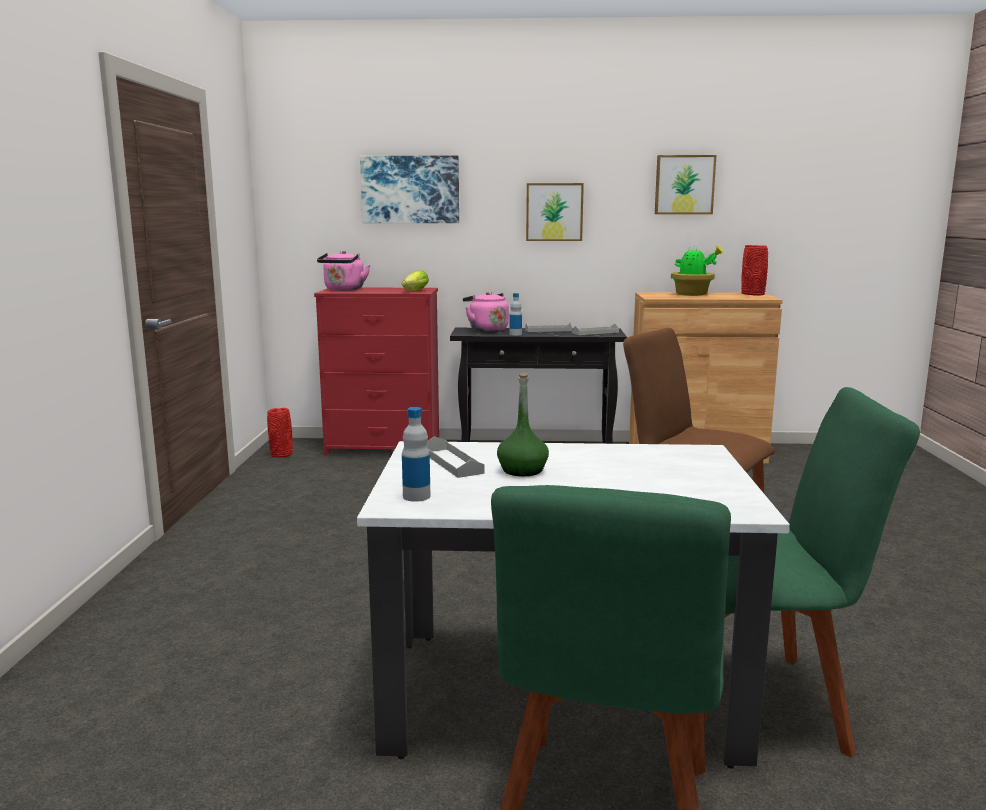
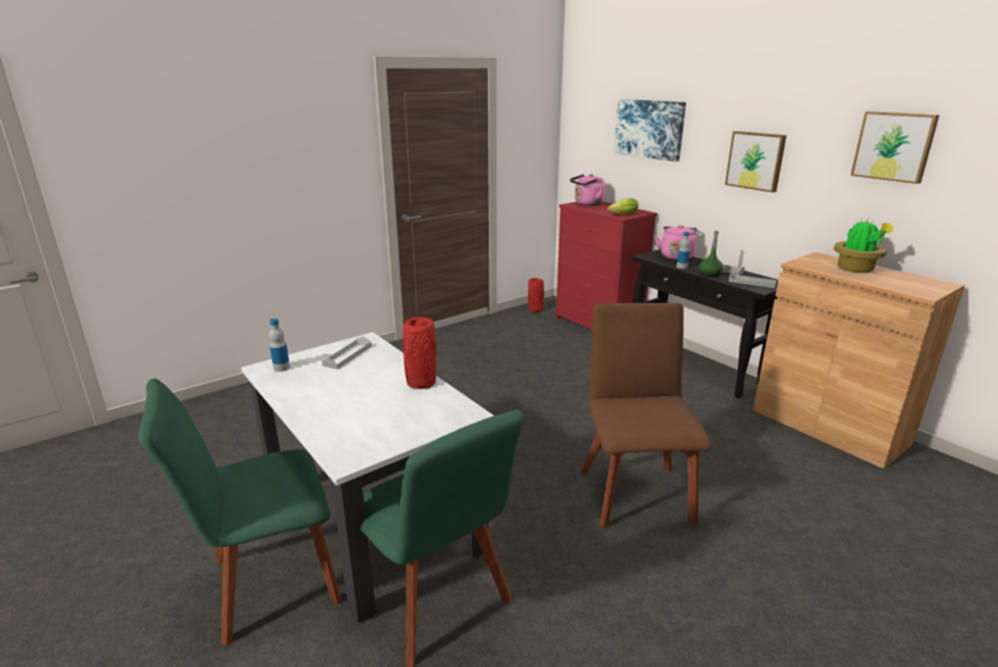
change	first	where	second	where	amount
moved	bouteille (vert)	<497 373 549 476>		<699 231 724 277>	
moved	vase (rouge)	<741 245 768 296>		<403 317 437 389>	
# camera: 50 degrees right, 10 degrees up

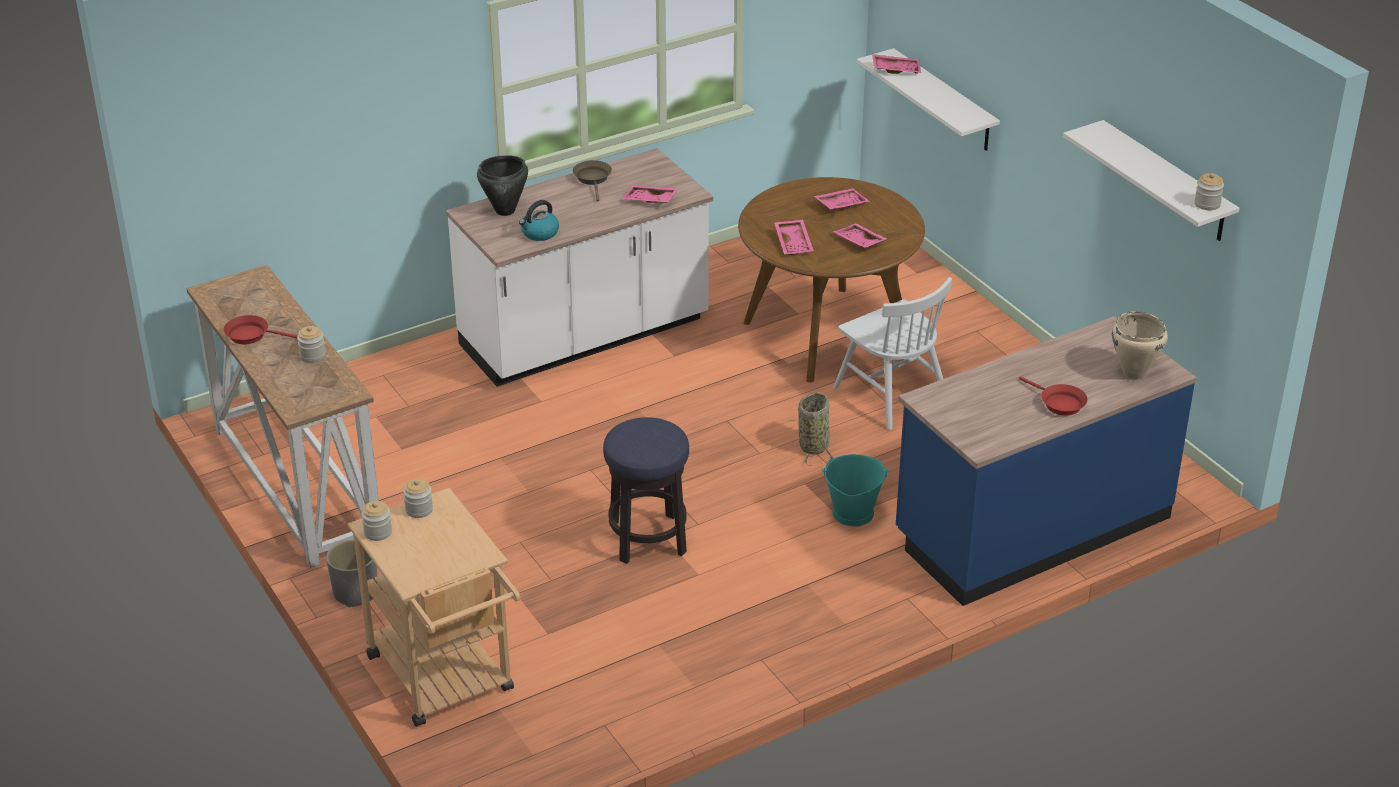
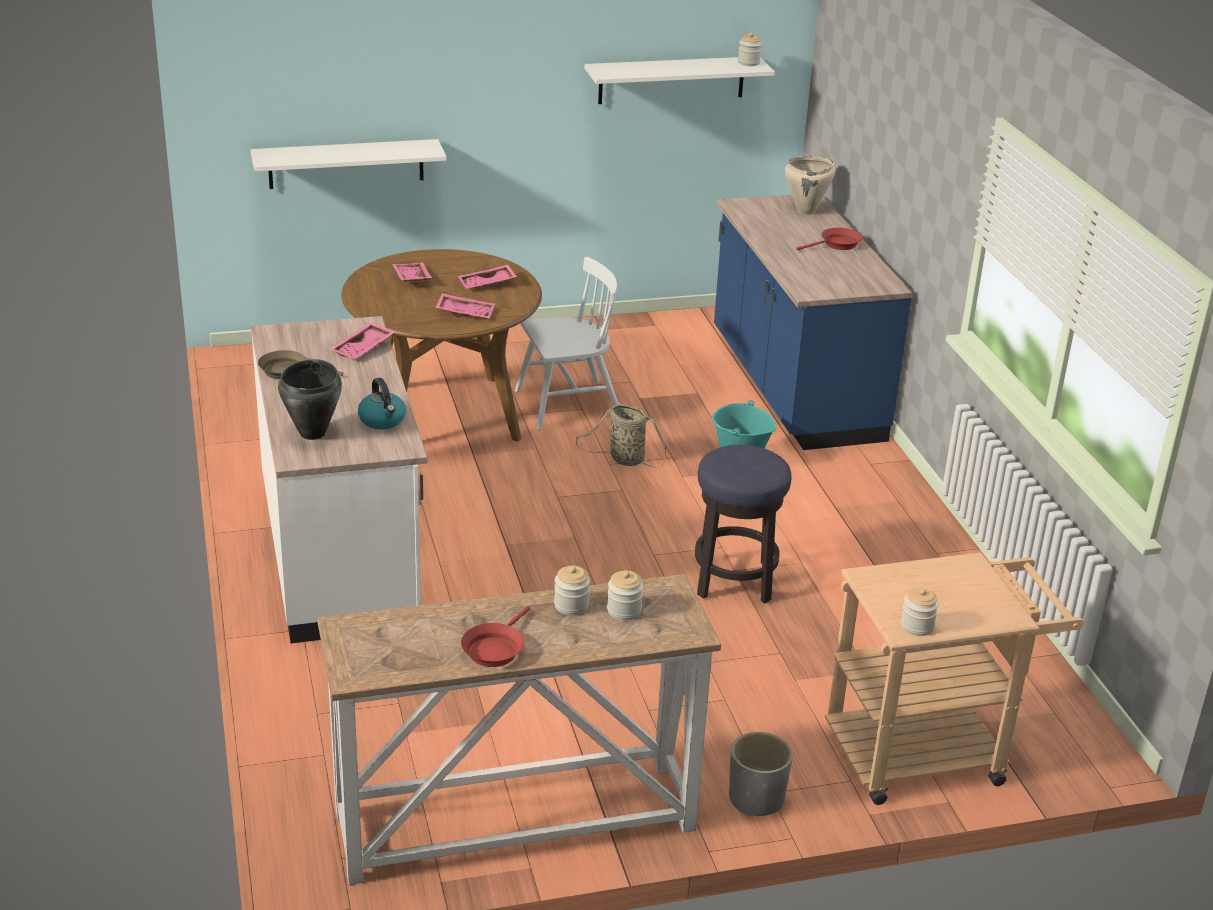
change	first	where	second	where	amount
removed	plateau (rose)	<872 54 921 74>			
moved	bocal	<403 479 433 518>		<607 570 643 620>	
# camera: 75 degrees left, 5 degrees down

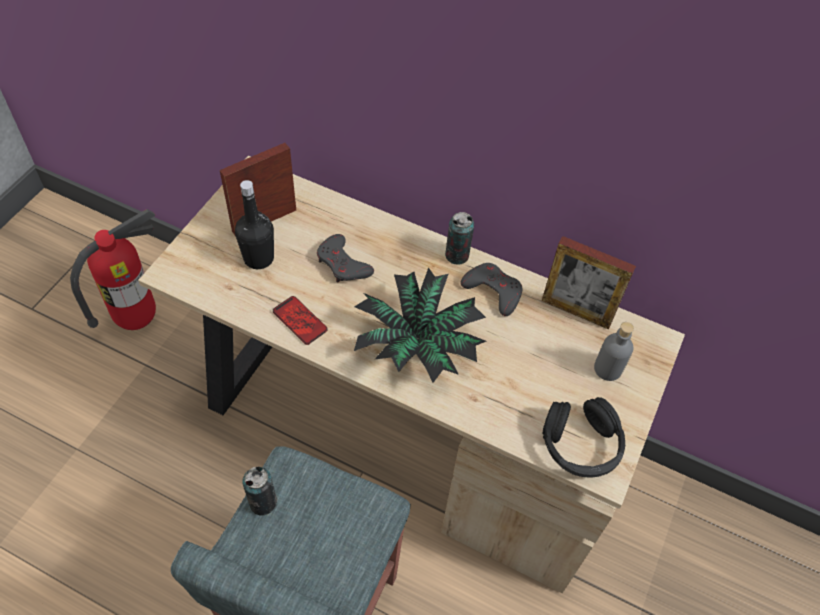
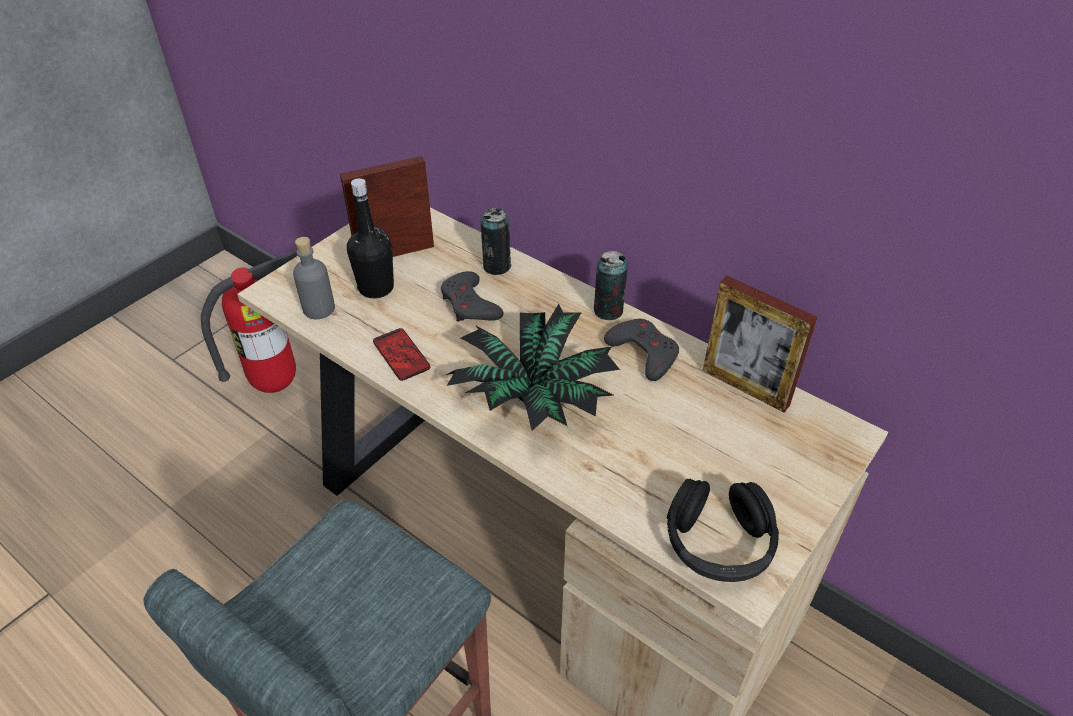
change	first	where	second	where	amount
moved	boîte métallique	<242 467 277 516>		<481 208 511 275>	
moved	bouteille (gris)	<594 322 634 381>		<293 237 335 319>	
# camera: 15 degrees right, 10 degrees down

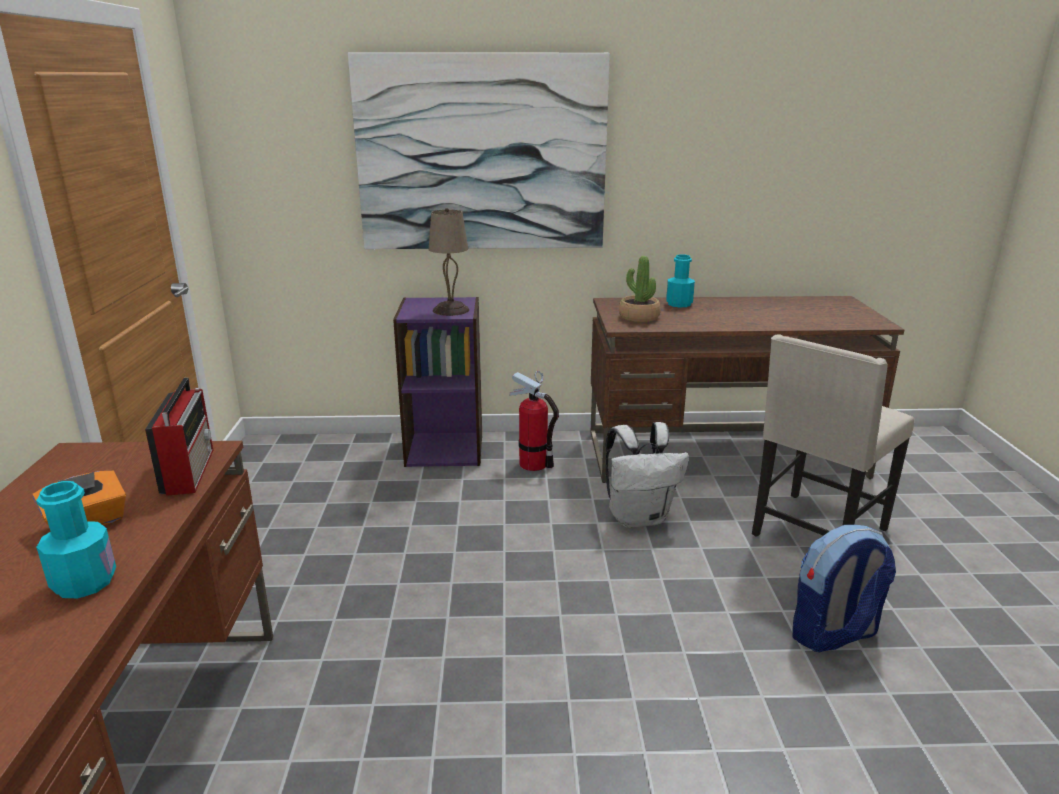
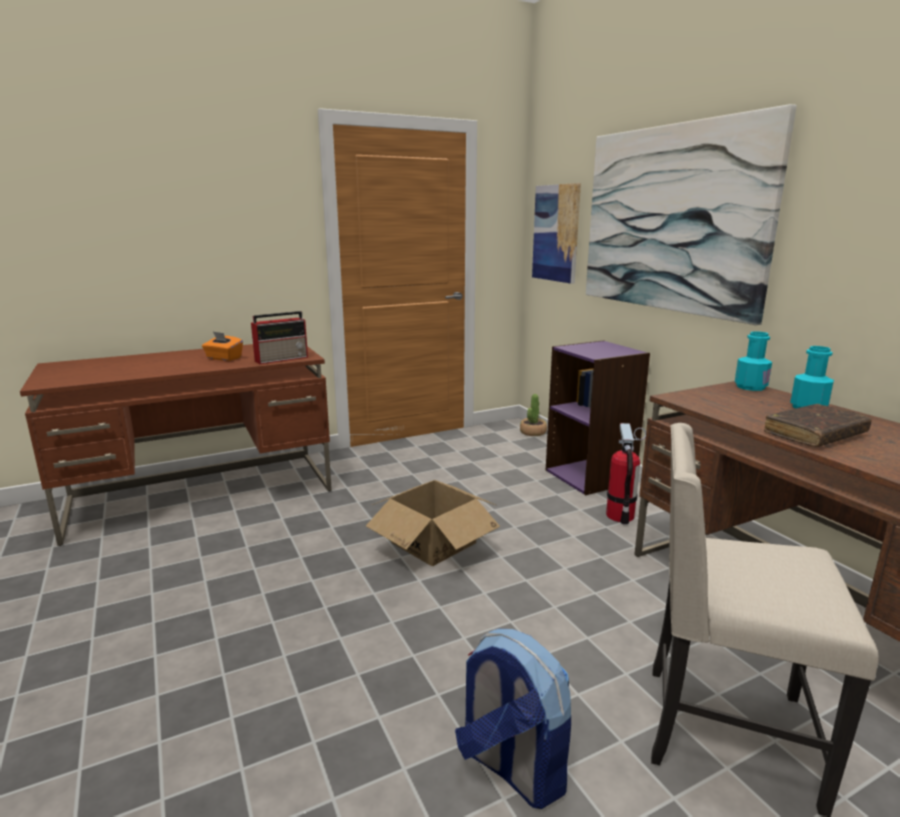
change	first	where	second	where	amount
removed	lampe de table (beige)	<429 208 469 316>			
removed	sac à dos (blanc)	<606 422 689 528>			
added			carton	<366 480 500 566>	
added			tableau	<532 183 581 284>	
added			livre (marron)	<764 404 872 447>	
moved	bouteille (turquoise)	<36 481 116 598>		<735 331 772 391>	
moved	plante en pot	<619 256 661 322>		<520 394 547 436>	
# camera: 65 degrees right, 5 degrees down

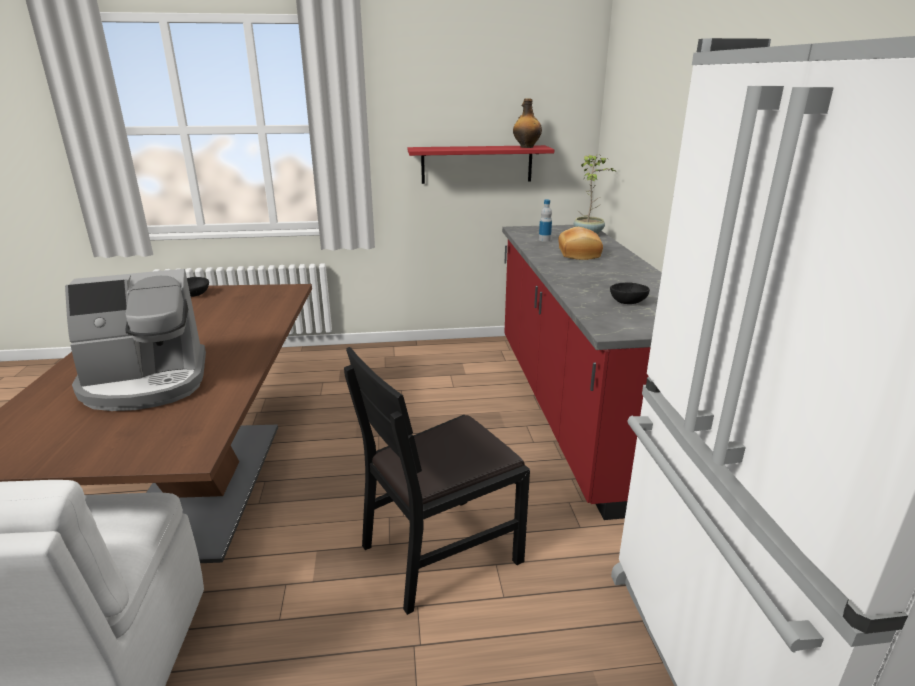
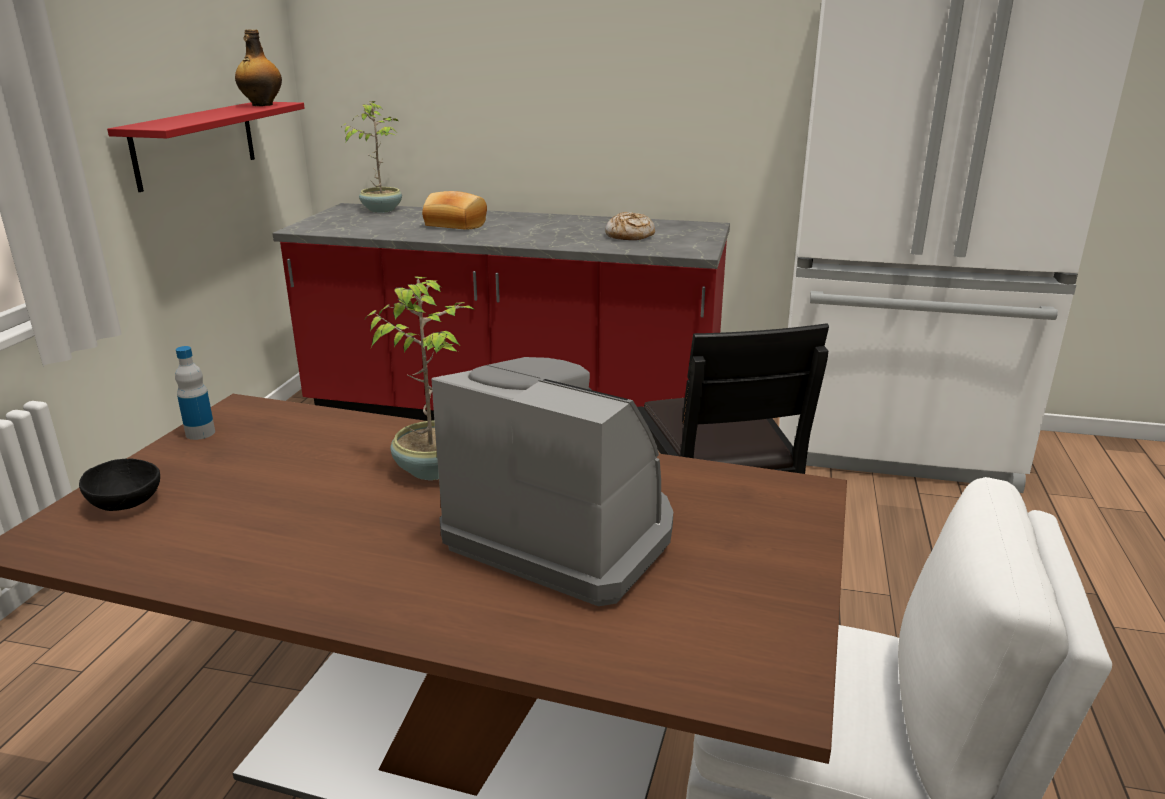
change	first	where	second	where	amount
added			plante en pot	<365 276 475 480>	
moved	bouteille	<539 199 552 242>		<175 346 215 440>	
replaced	bol (noir)	<610 282 650 304>	pain	<605 212 655 240>	
turned	machine à café	<65 269 206 411>		<432 357 673 606>	60 degrees counterclockwise
# camera: 70 degrees left, 0 degrees up

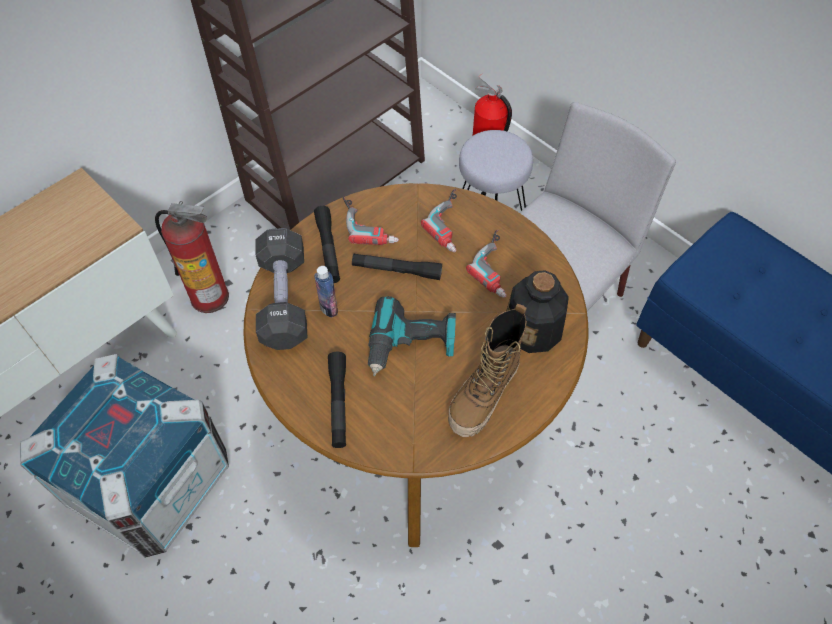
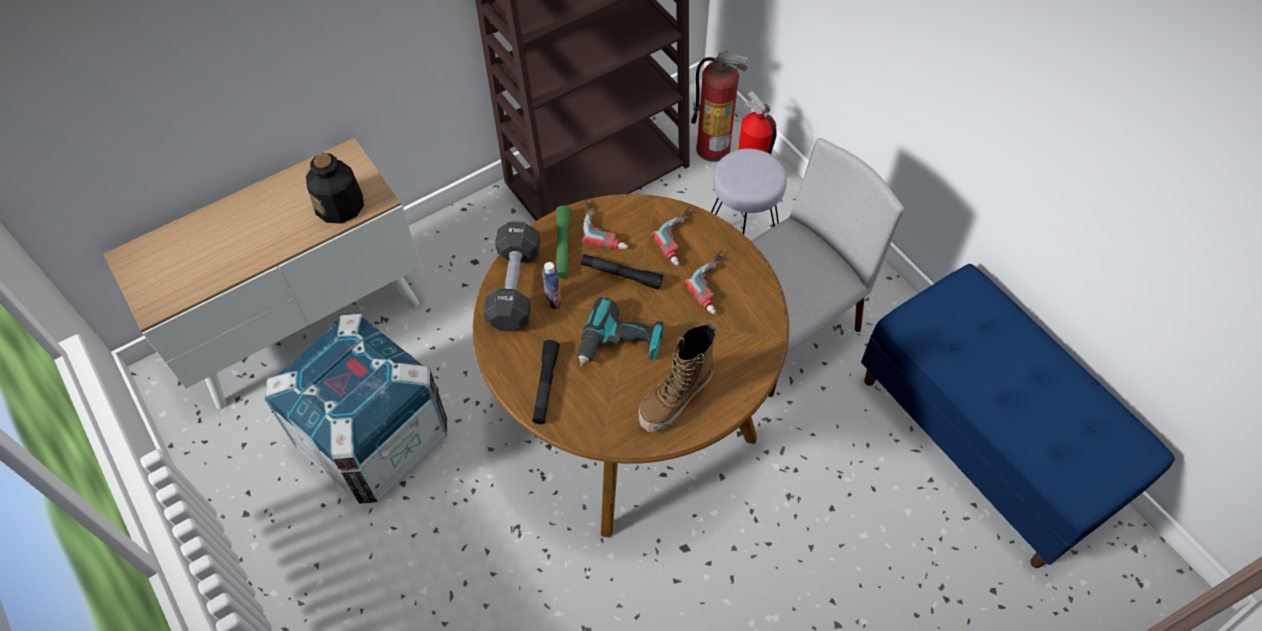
change	first	where	second	where	amount
moved	extincteur	<155 201 229 313>		<691 51 749 162>	
moved	bouteille	<507 270 569 353>		<306 153 364 224>	
recoloured	lampe de poche (noir)	<314 206 340 283>	lampe de poche (vert)	<556 206 571 279>	
# camera: 10 degrees right, 0 degrees up

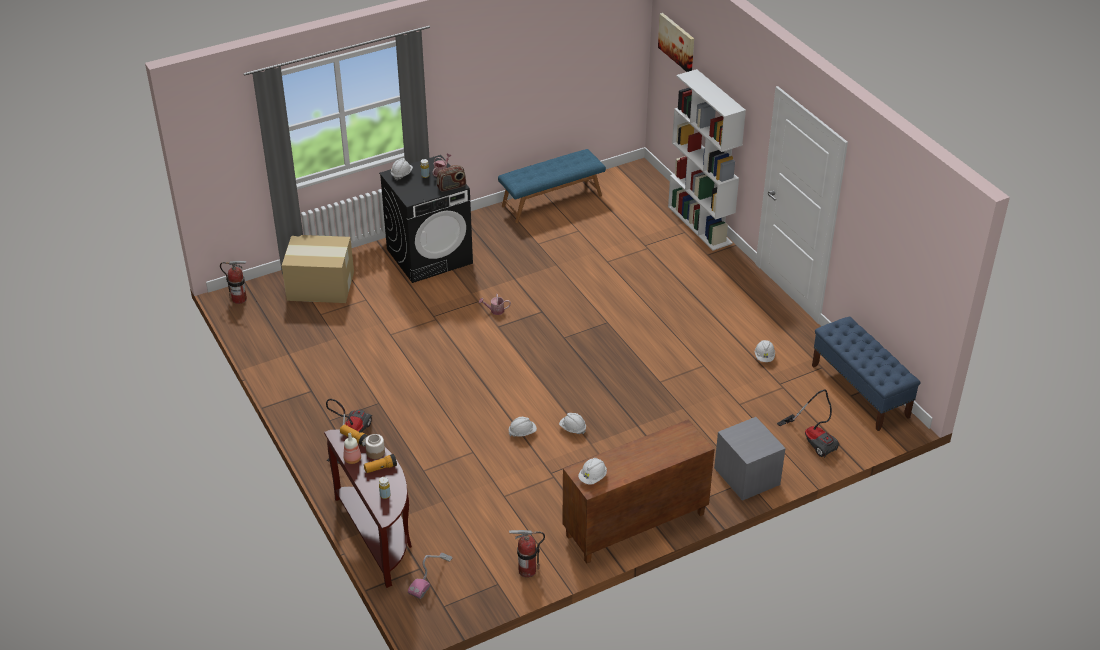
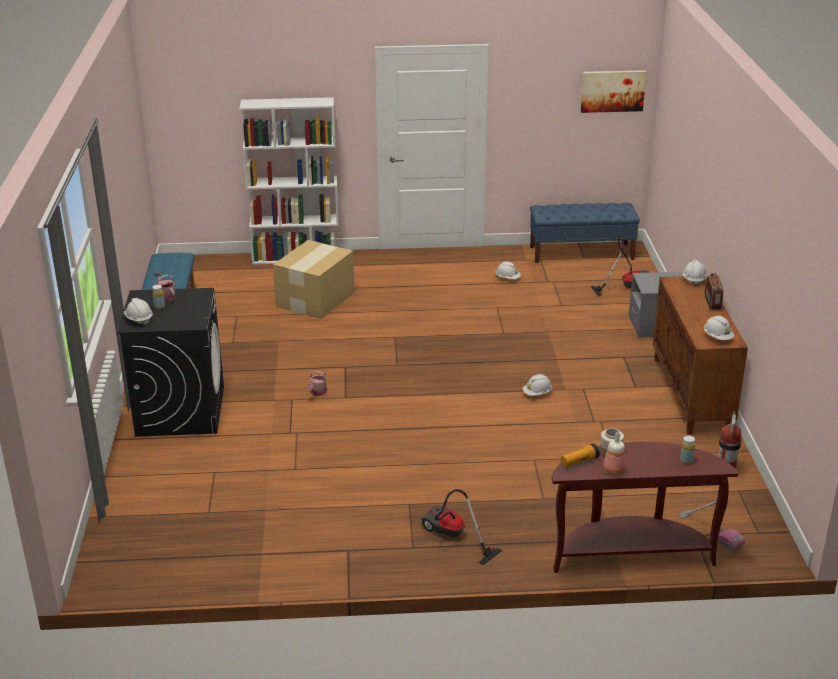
change	first	where	second	where	amount
removed	extincteur	<220 261 247 304>			
removed	lampe de poche	<364 454 397 473>			
moved	carton	<282 235 354 303>		<273 240 355 319>	
moved	radio	<437 165 466 192>		<705 273 724 310>	
moved	casque de chantier (blanc)	<509 417 537 437>		<683 260 707 287>	
moved	tableau	<658 13 694 72>		<580 70 646 113>	
# camera: 65 degrees left, 10 degrees down

